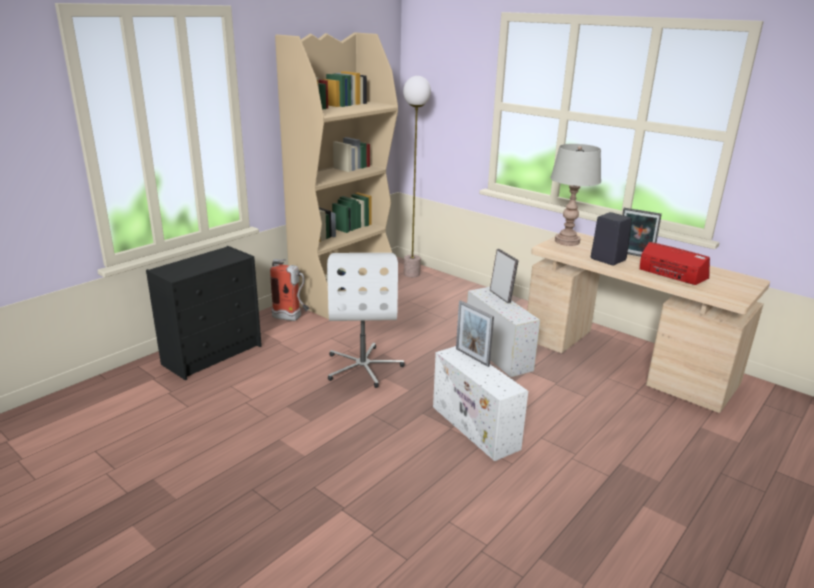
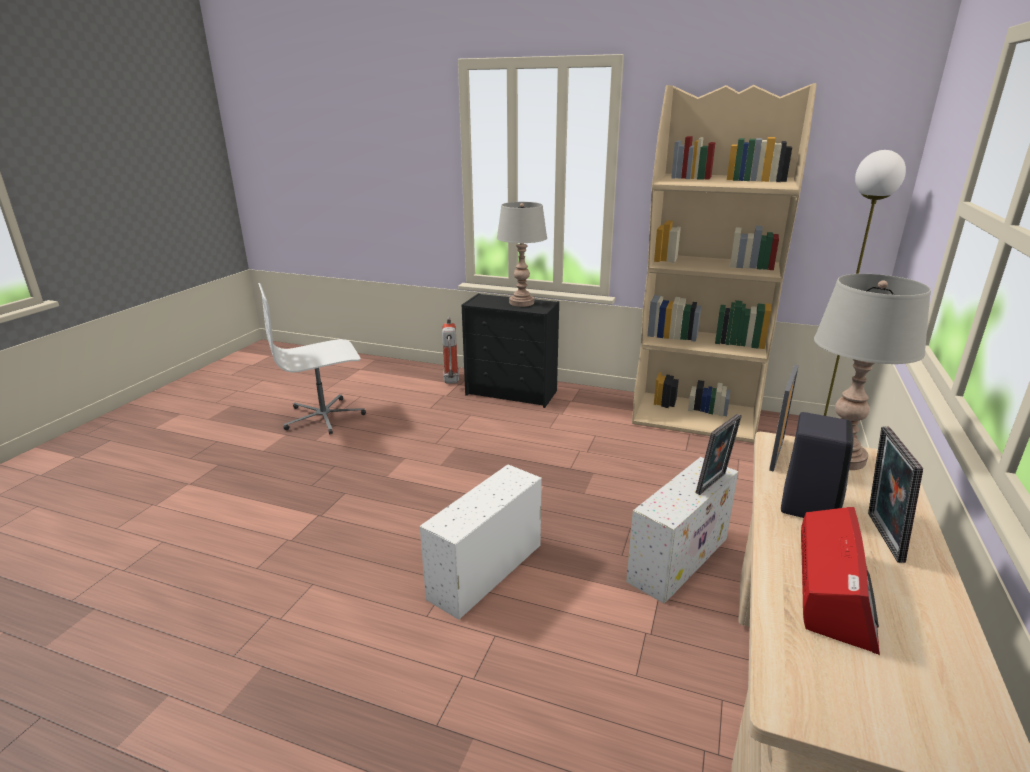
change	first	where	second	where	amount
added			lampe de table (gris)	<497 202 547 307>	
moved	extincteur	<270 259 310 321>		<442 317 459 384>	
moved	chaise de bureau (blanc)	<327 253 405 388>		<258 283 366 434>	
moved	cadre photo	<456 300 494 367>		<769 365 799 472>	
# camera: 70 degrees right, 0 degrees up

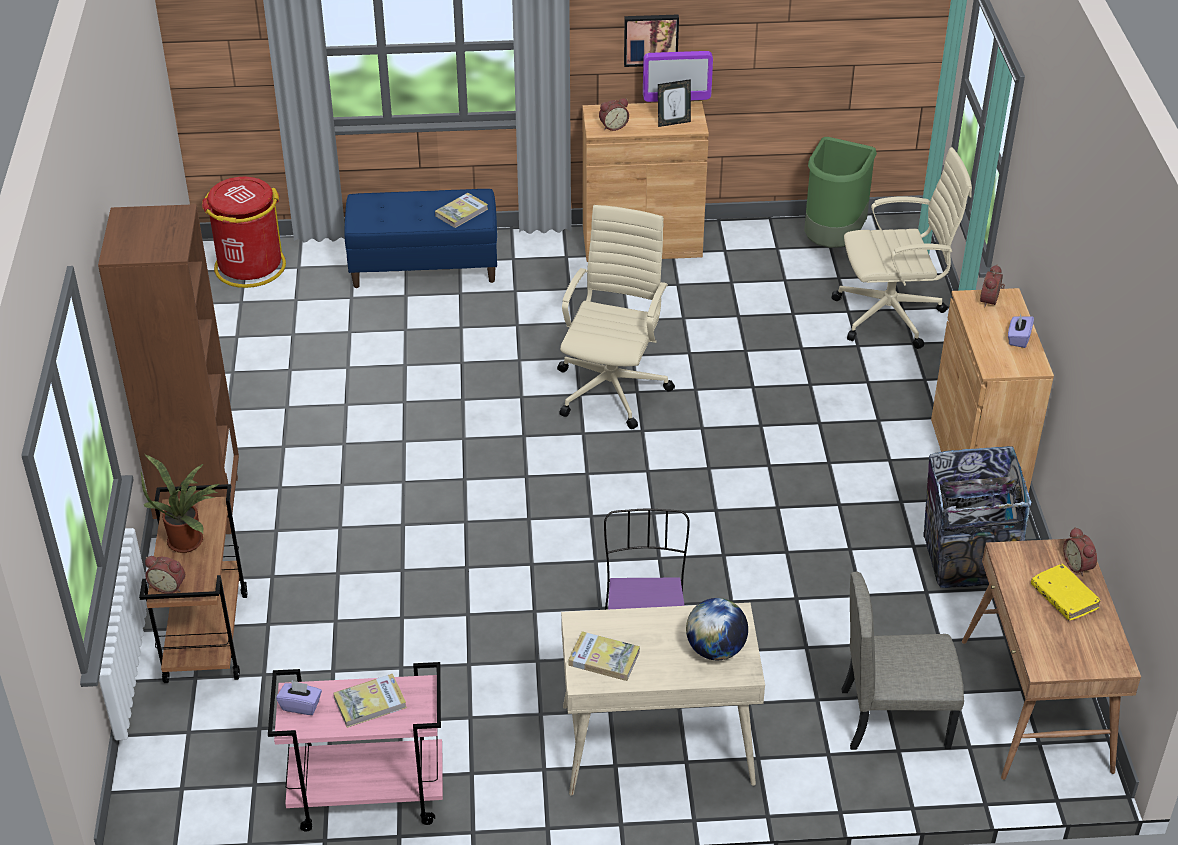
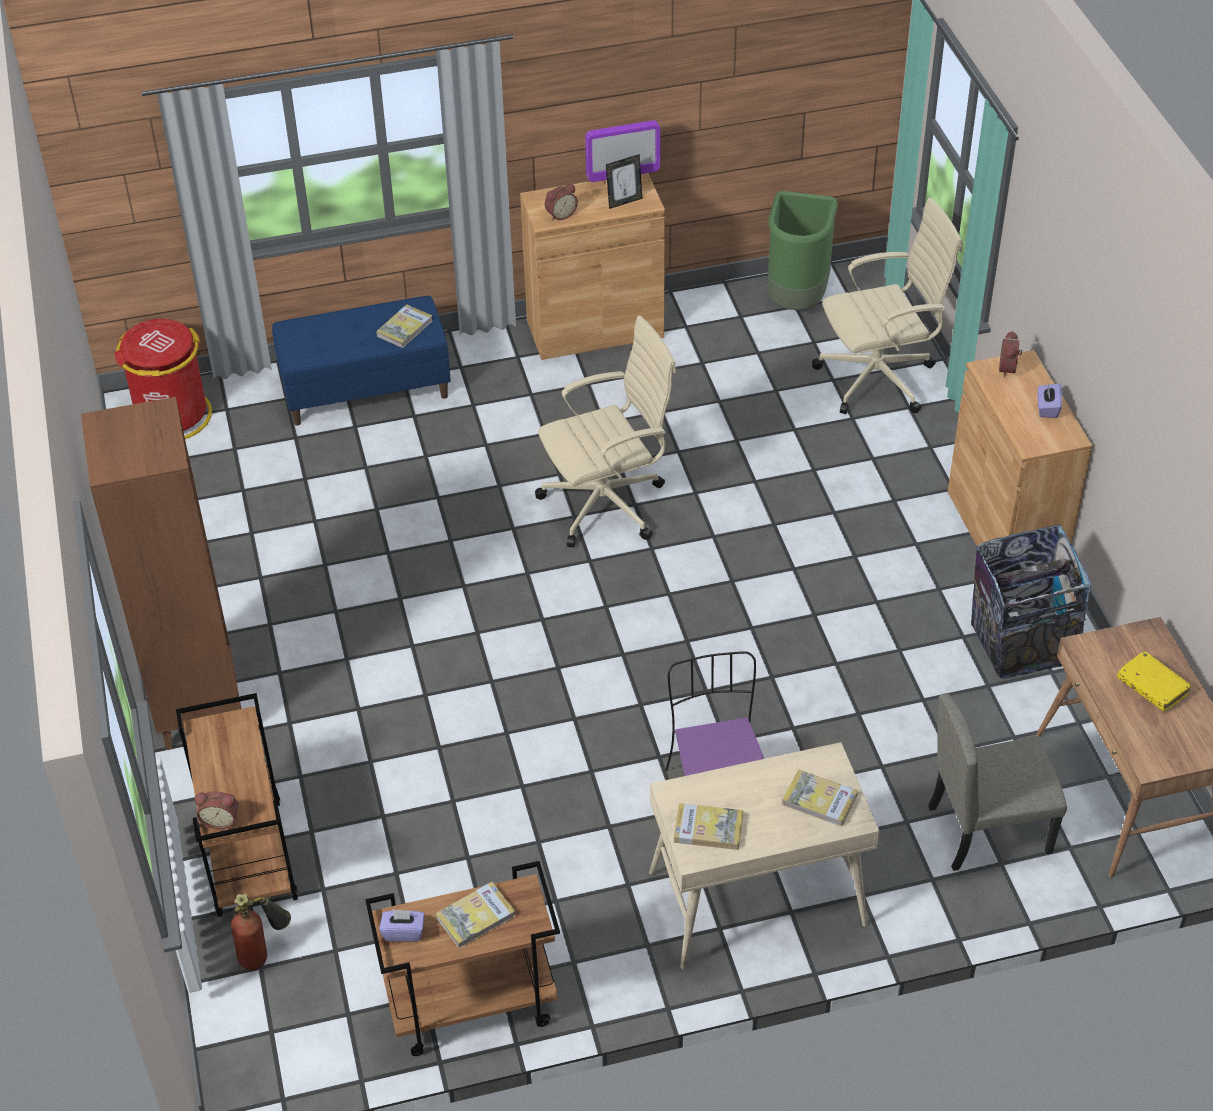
change	first	where	second	where	amount
removed	plante en pot	<140 455 219 553>			
removed	tableau	<624 15 679 67>			
removed	réveil	<1063 527 1097 577>			
added			extincteur	<231 894 291 970>	
replaced	globe	<686 598 748 660>	livre	<782 769 858 827>	
recoloured	chariot (rose)	<268 662 443 831>	chariot (marron)	<365 861 560 1056>	
turned	chaise de bureau (beige)	<557 205 675 429>		<535 315 676 547>	60 degrees clockwise
# camera: 10 degrees left, 5 degrees up

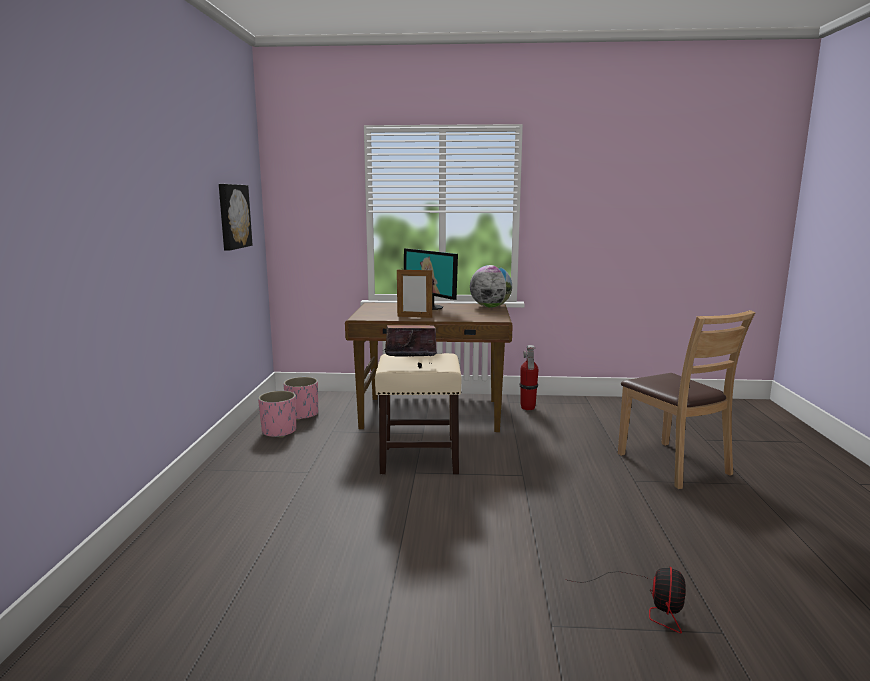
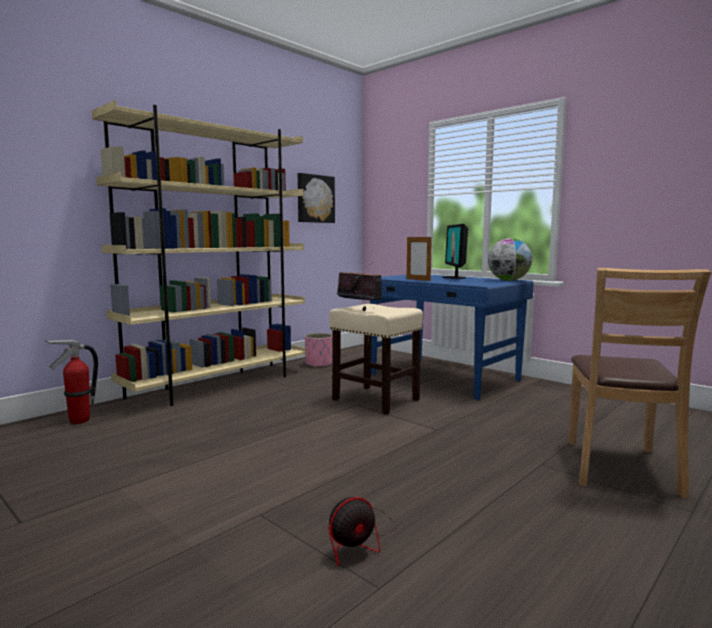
change	first	where	second	where	amount
removed	cache-pot (rose)	<283 377 318 420>			
added			bibliothèque (beige)	<92 100 306 406>	
moved	extincteur	<519 345 538 410>		<45 340 98 424>	
recoloured	bureau (marron)	<345 303 513 432>	bureau (bleu)	<370 275 534 400>	
# camera: 40 degrees right, 5 degrees down

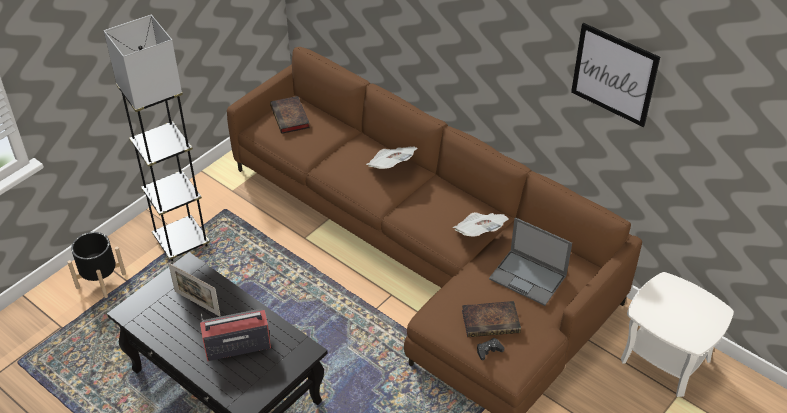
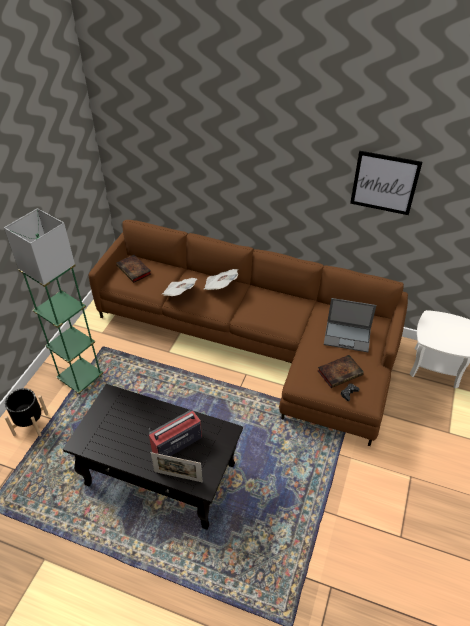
change	first	where	second	where	amount
moved	cadre photo	<168 263 221 316>		<151 452 202 482>	
moved	journal	<453 212 509 236>		<162 278 197 296>	
recoloured	lampadaire (gris)	<104 15 210 261>	lampadaire (vert)	<4 208 103 395>	
# camera: 20 degrees left, 0 degrees up

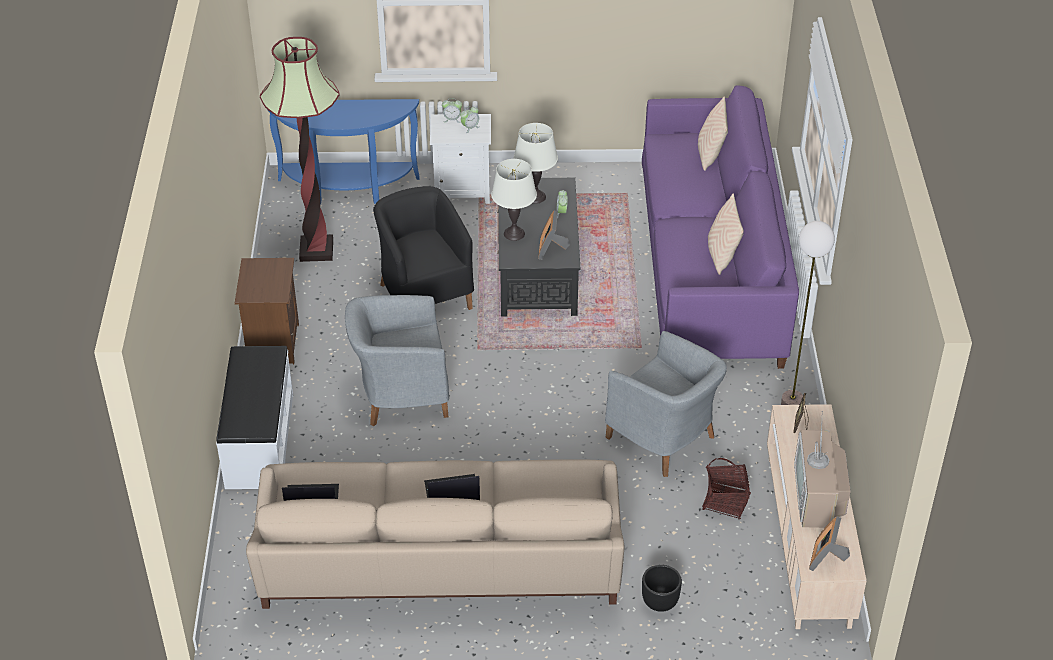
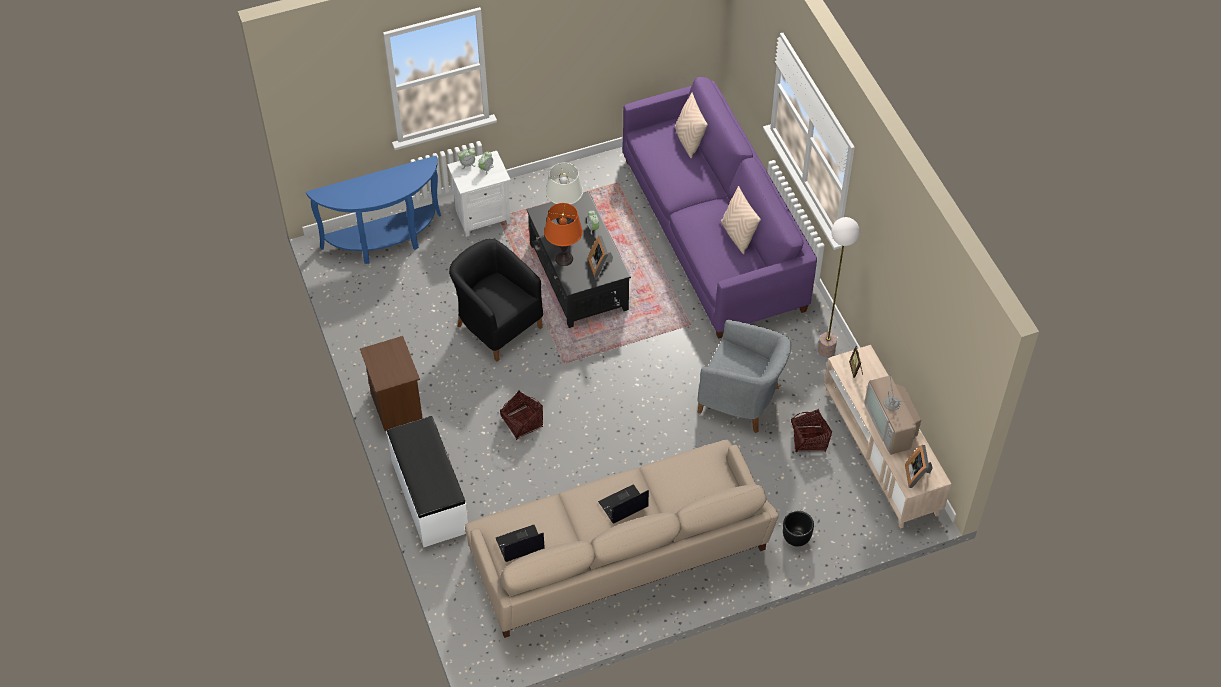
change	first	where	second	where	amount
removed	lampadaire	<260 37 340 262>			
replaced	fauteuil (gris)	<345 295 449 426>	panier	<500 390 543 440>	
recoloured	lampe de table (blanc)	<491 159 537 241>	lampe de table (orange)	<544 203 583 266>	
# camera: 20 degrees left, 10 degrees up

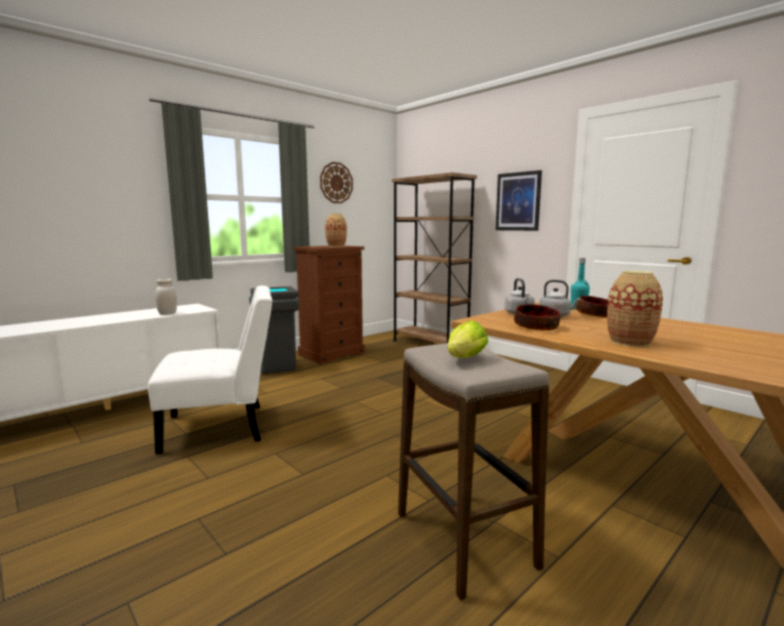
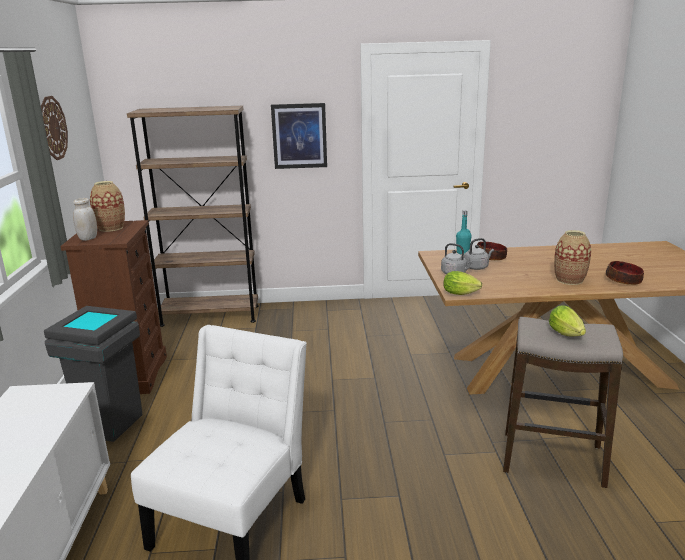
change	first	where	second	where	amount
added			laitue	<444 271 482 295>	
moved	bocal (blanc)	<156 279 177 315>		<73 198 97 241>	
moved	bol	<514 304 560 331>		<606 261 644 285>	
# camera: 50 degrees left, 10 degrees up

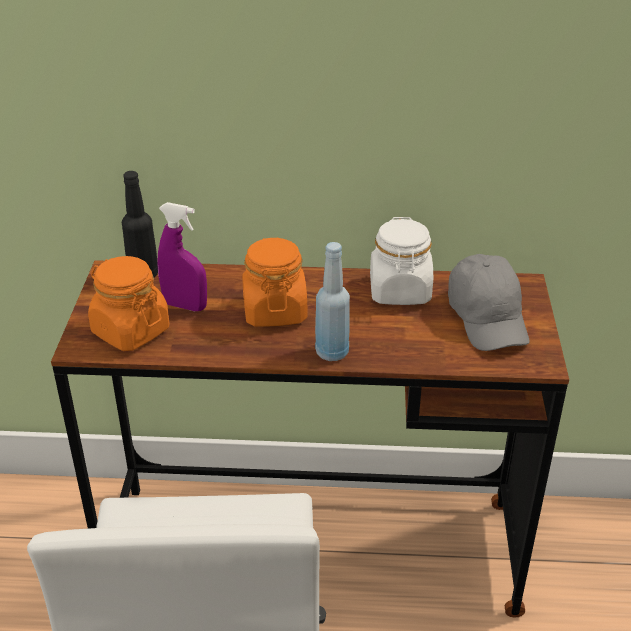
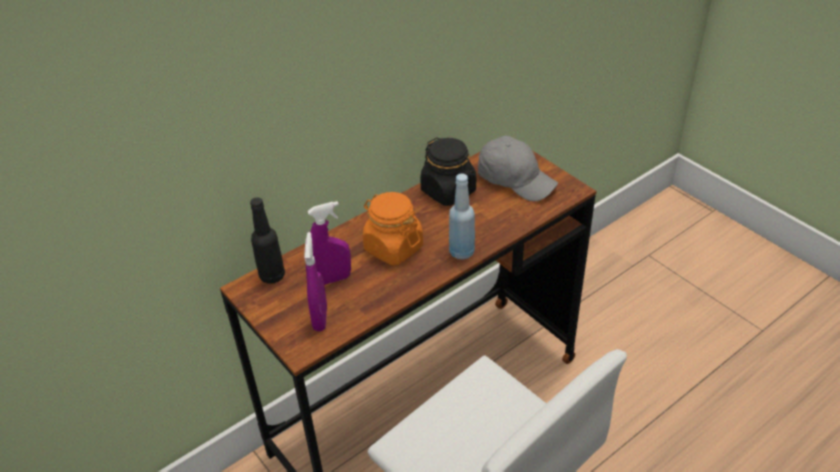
change	first	where	second	where	amount
replaced	bocal (orange)	<88 256 170 351>	vaporisateur (violet)	<304 232 327 331>	
recoloured	bocal (blanc)	<370 217 433 305>	bocal (noir)	<420 137 476 206>	
# camera: 40 degrees left, 5 degrees up

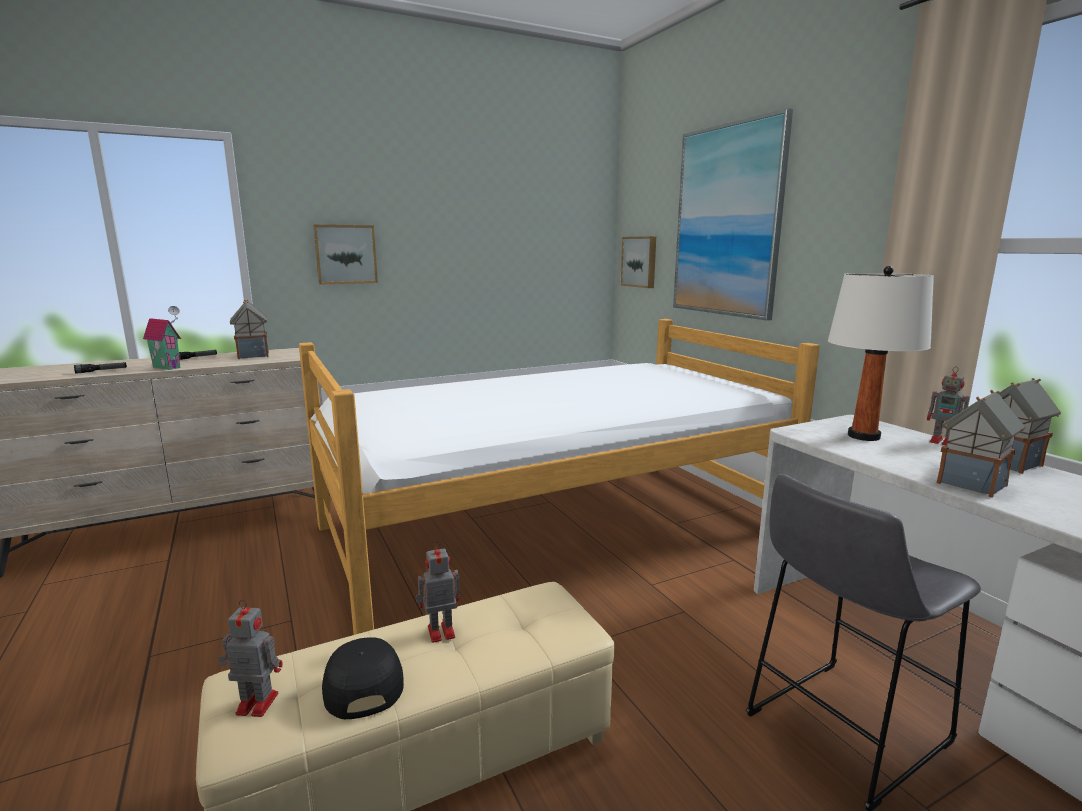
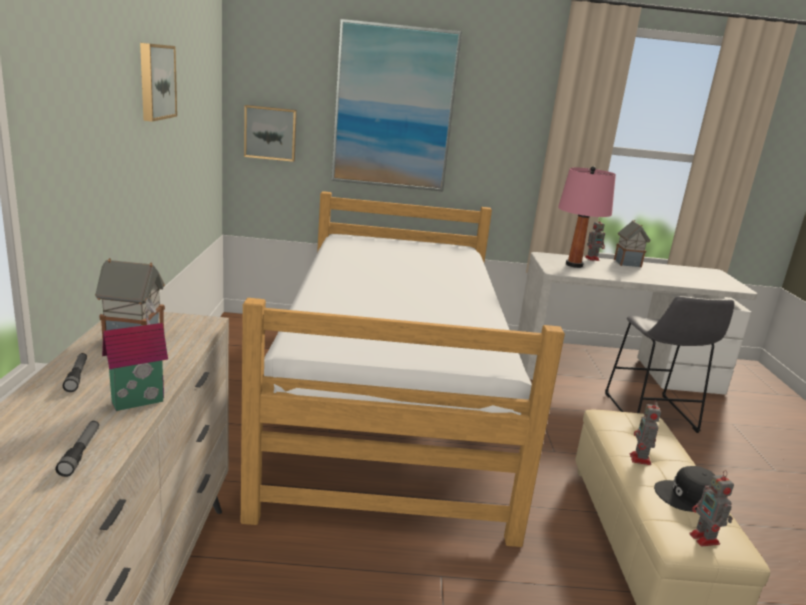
change	first	where	second	where	amount
removed	maison miniature	<937 390 1025 498>			
moved	tableau	<313 225 378 285>		<140 43 177 122>	
recoloured	lampe de table (blanc)	<828 266 934 441>	lampe de table (rose)	<558 166 616 268>	
turned	robot jouet	<218 599 282 717>		<689 470 734 546>	45 degrees counterclockwise
# camera: 65 degrees left, 5 degrees up

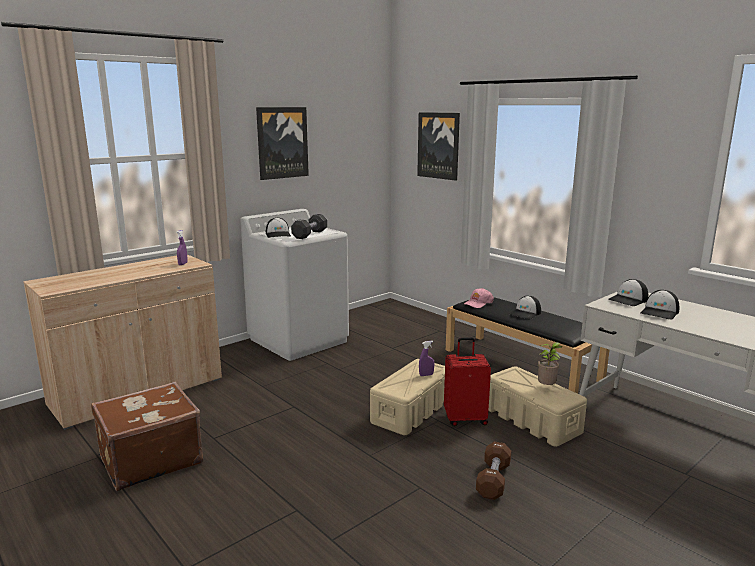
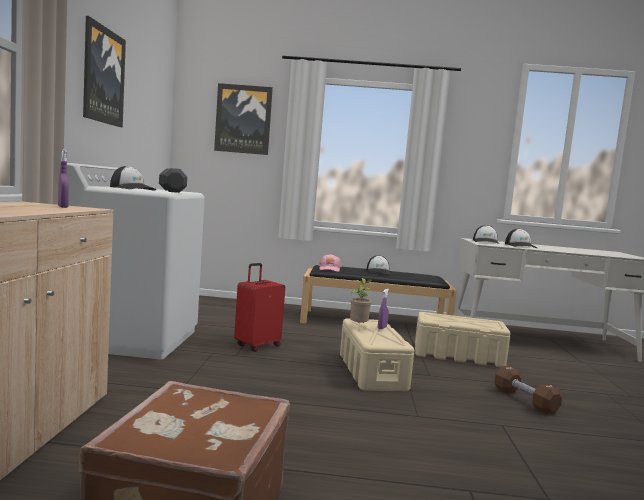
change	first	where	second	where	amount
moved	valise (rouge)	<444 337 491 426>		<234 263 285 352>	
moved	plante en pot	<538 342 563 385>		<350 278 373 324>	
# camera: 45 degrees left, 10 degrees down

